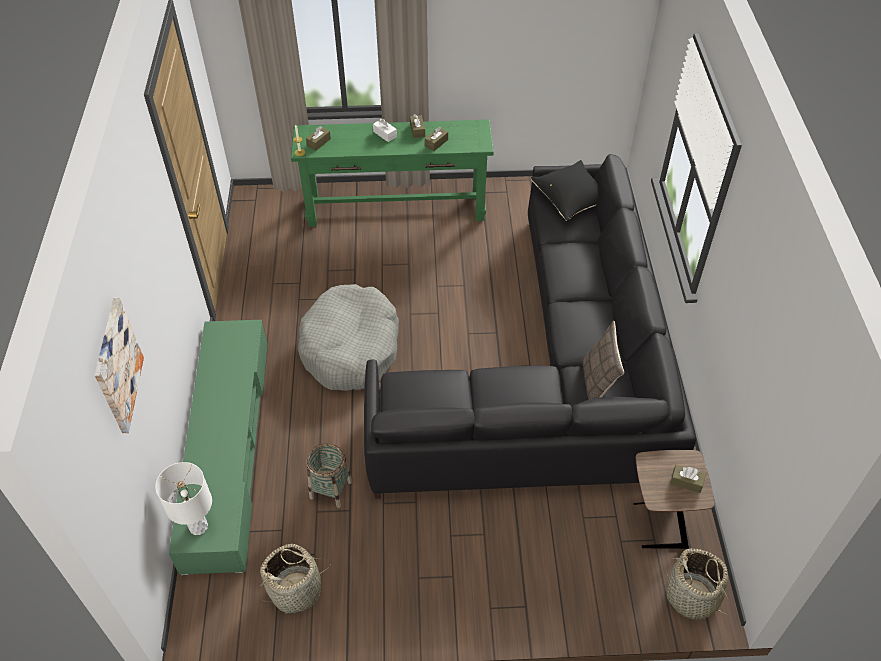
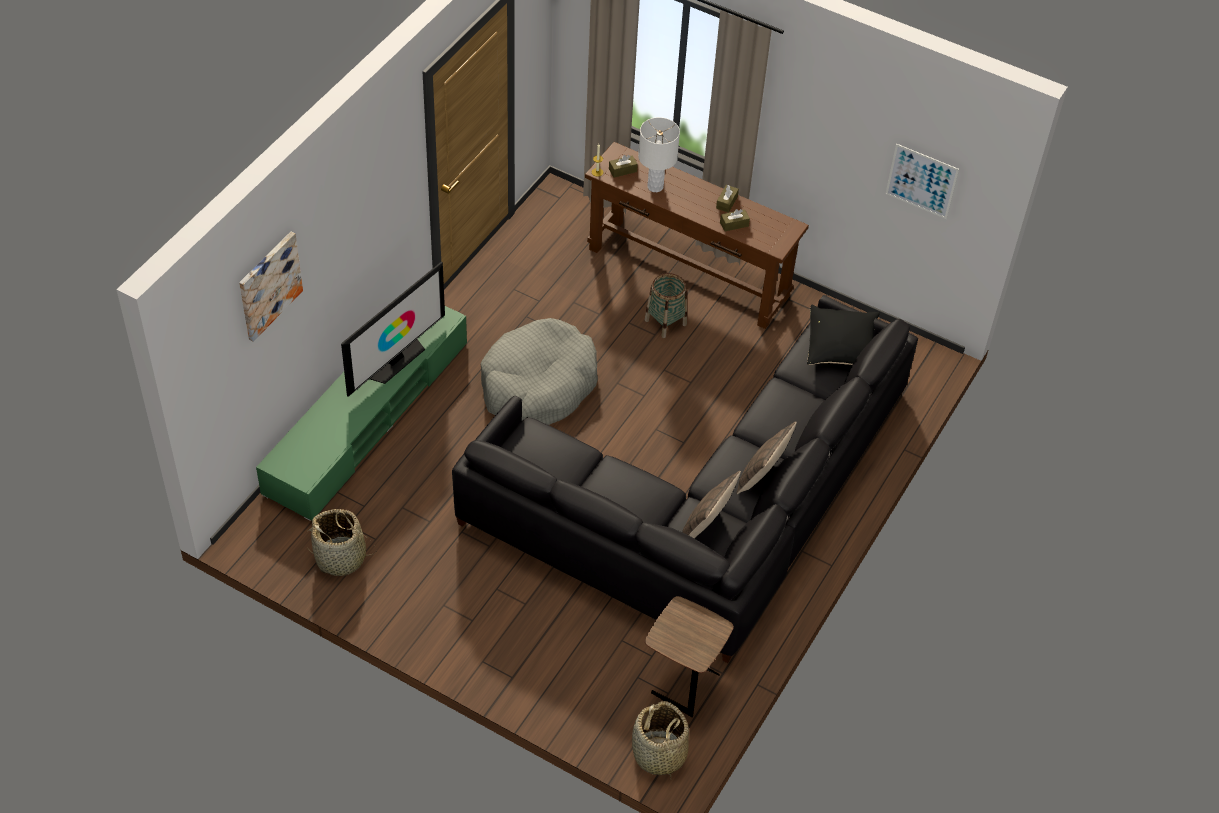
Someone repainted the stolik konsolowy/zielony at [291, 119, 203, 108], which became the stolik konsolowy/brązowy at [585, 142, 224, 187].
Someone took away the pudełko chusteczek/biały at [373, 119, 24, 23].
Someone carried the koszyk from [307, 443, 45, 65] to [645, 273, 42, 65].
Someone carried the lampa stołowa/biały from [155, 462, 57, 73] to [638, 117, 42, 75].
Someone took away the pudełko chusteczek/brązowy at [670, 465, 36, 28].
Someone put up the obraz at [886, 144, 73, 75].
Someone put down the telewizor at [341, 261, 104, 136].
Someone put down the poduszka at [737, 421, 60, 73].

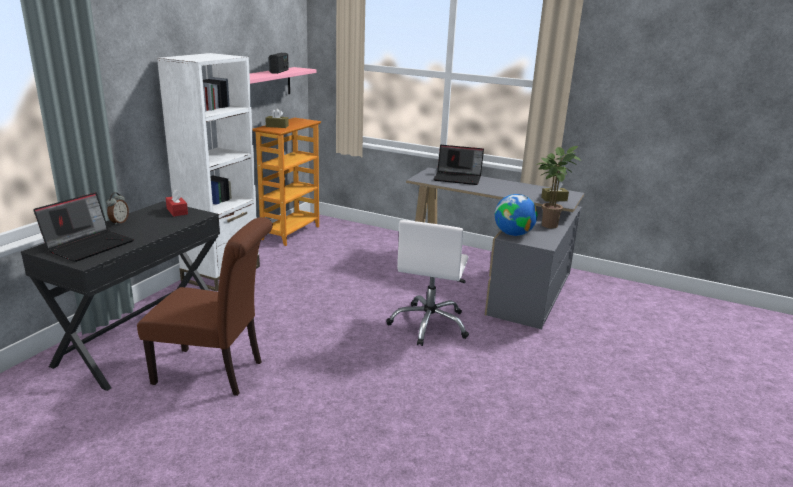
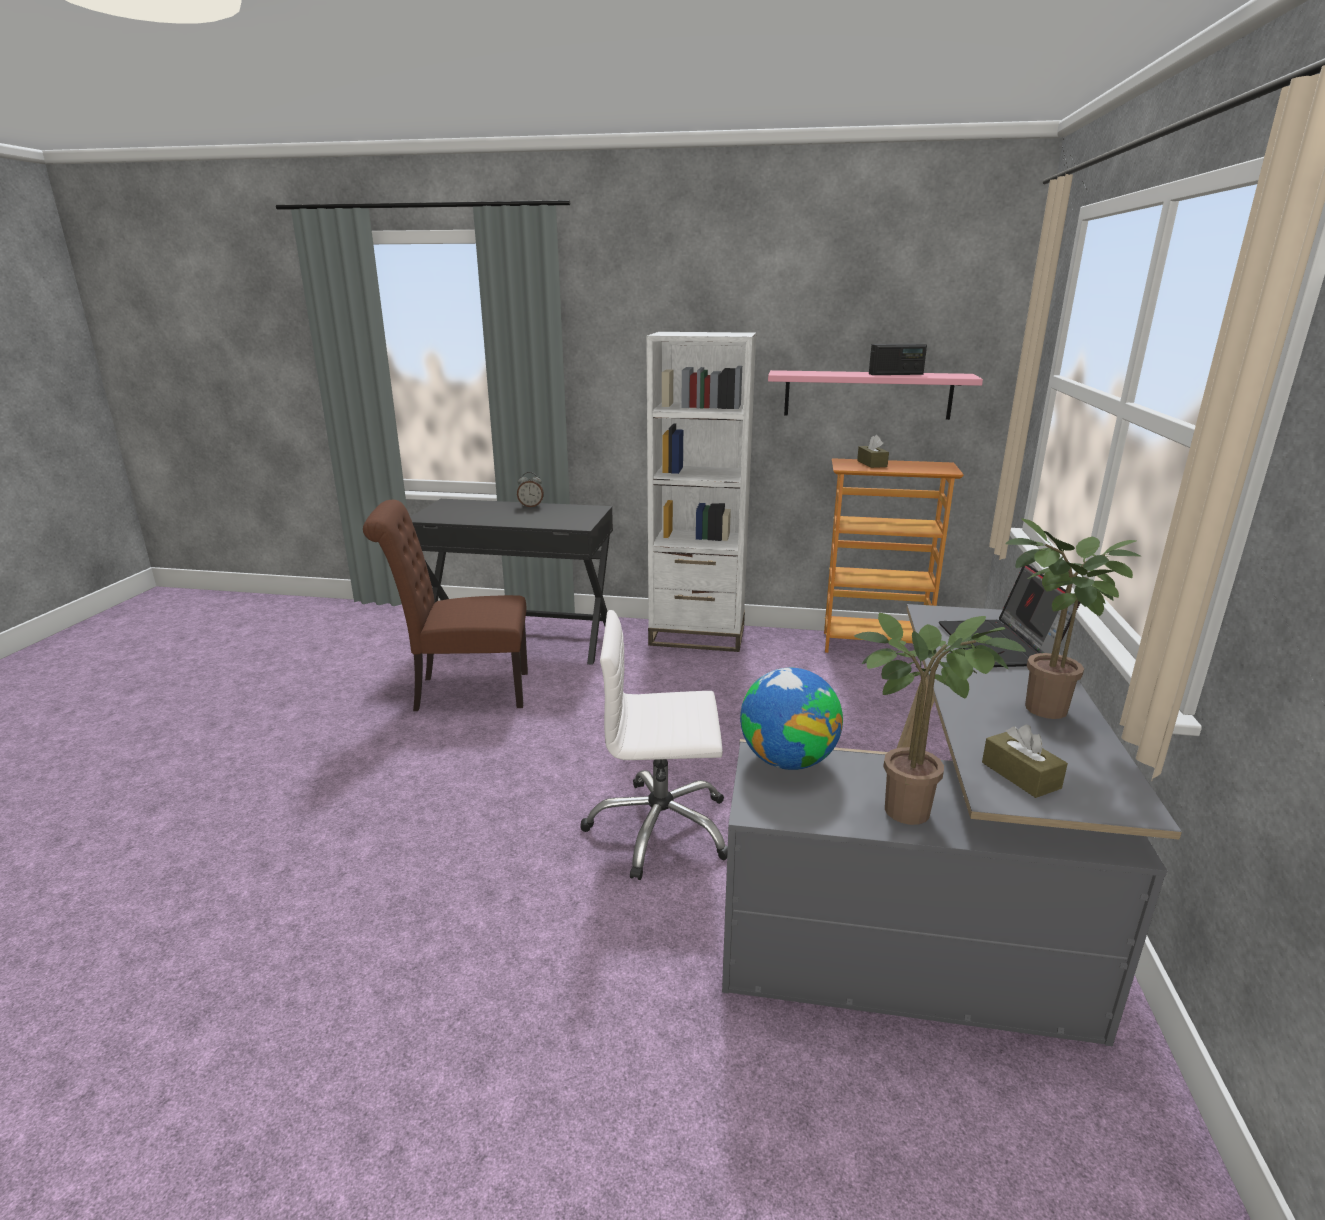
Someone took away the pudełko chusteczek/czerwony at [166, 189, 22, 28].
Someone took away the laptop at [33, 192, 101, 70].
Someone rotated the krzesło/brązowy at [137, 217, 136, 179] by 90 degrees clockwise.
Someone put down the roślina doniczkowa at [1006, 519, 135, 200].

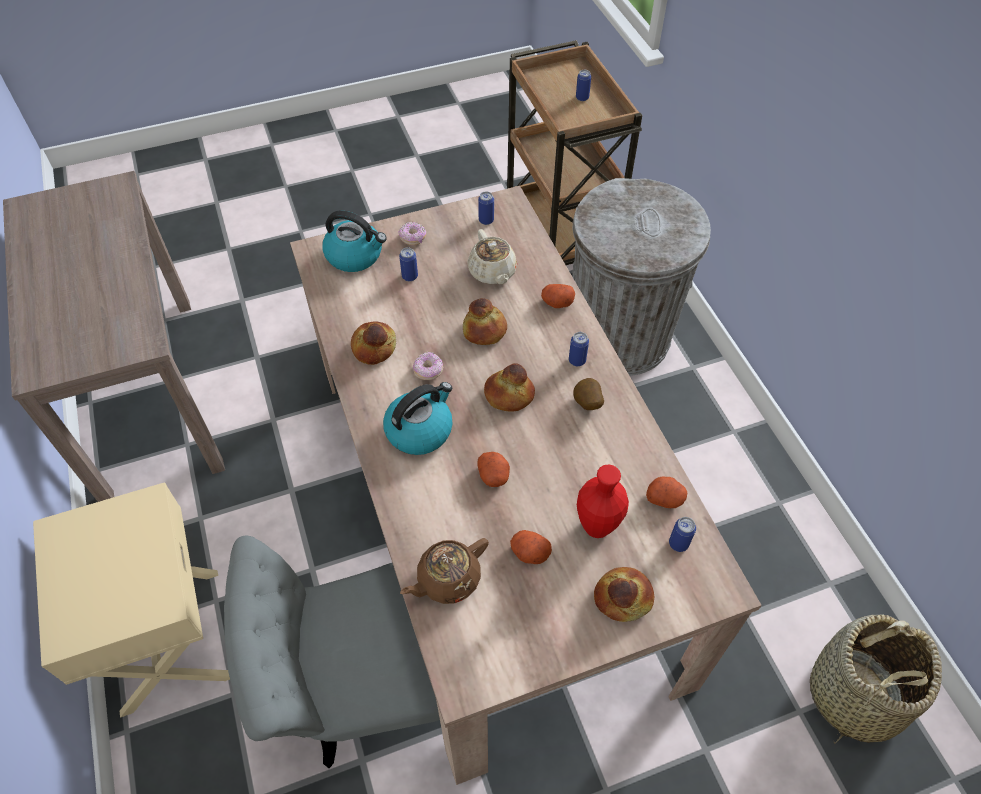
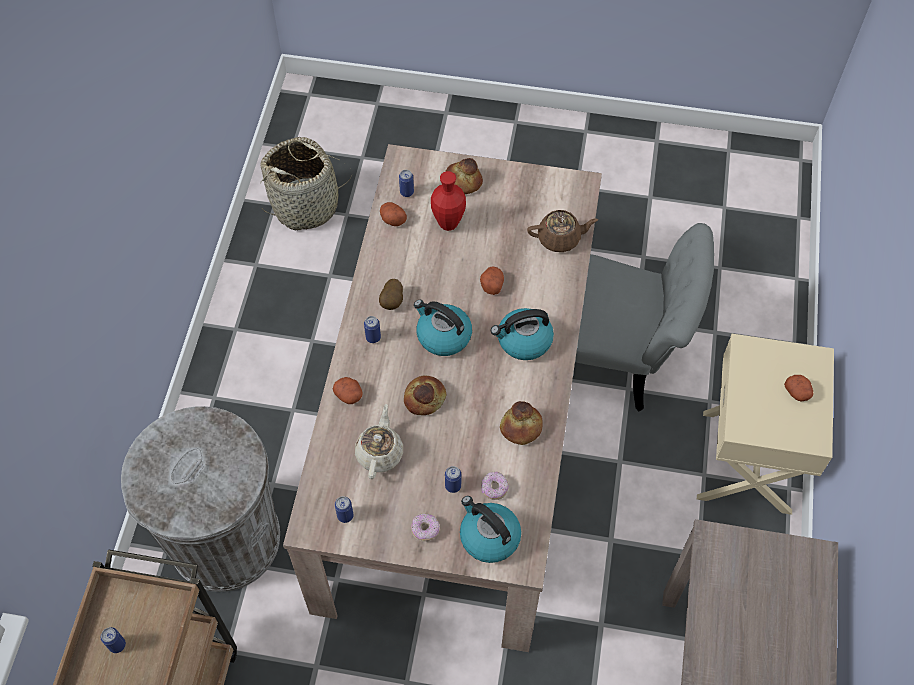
Someone carried the donut from [413, 352, 30, 28] to [481, 471, 28, 29].
Someone swapped the chleb at [484, 363, 51, 49] for the czajnik at [414, 300, 58, 56].
Someone carried the ziemniak from [510, 530, 42, 34] to [784, 375, 30, 27].

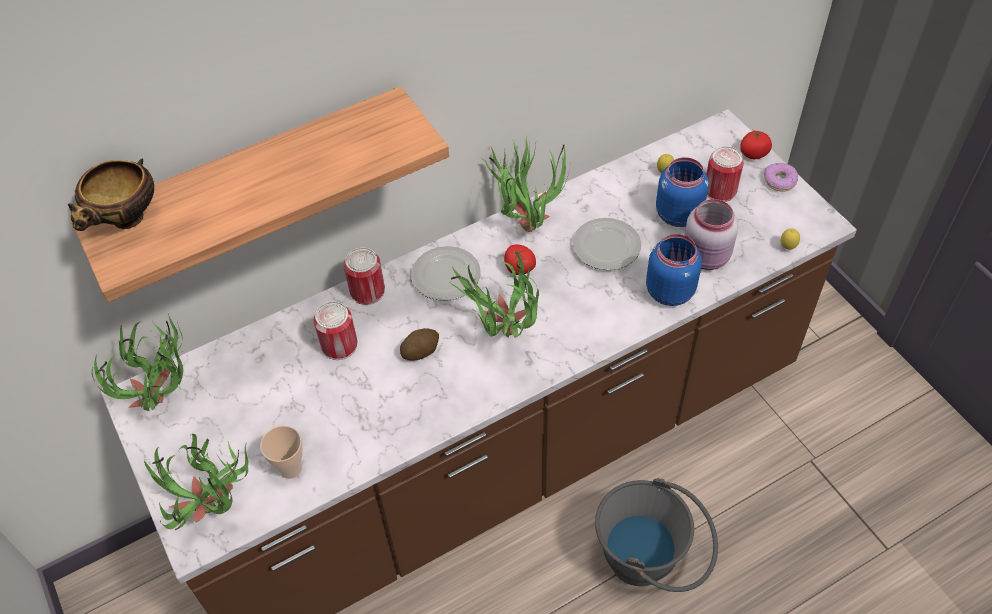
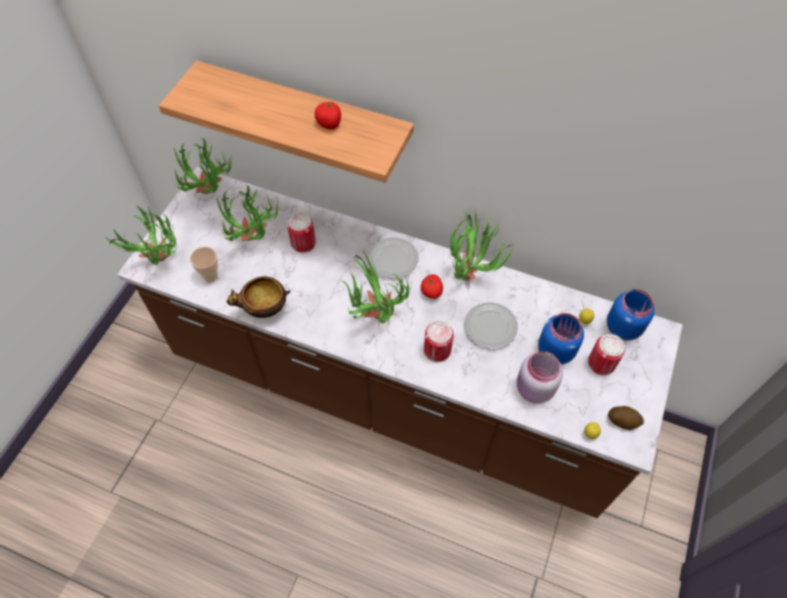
Someone carried the pomidor from [740, 129, 32, 30] to [315, 101, 26, 29].
Someone carried the miska from [68, 159, 86, 72] to [226, 277, 65, 41].
Someone took away the donut at [764, 163, 34, 29].
Someone carried the słoik/niebieski from [646, 234, 56, 72] to [607, 289, 48, 51].
Someone carried the puszka from [344, 247, 41, 58] to [424, 321, 30, 41].
Someone carried the ziemniak from [400, 328, 39, 33] to [608, 406, 36, 24].
Someone took away the wiadro/szary at [595, 478, 123, 114].
Someone put down the roślina doniczkowa at [217, 185, 61, 56].

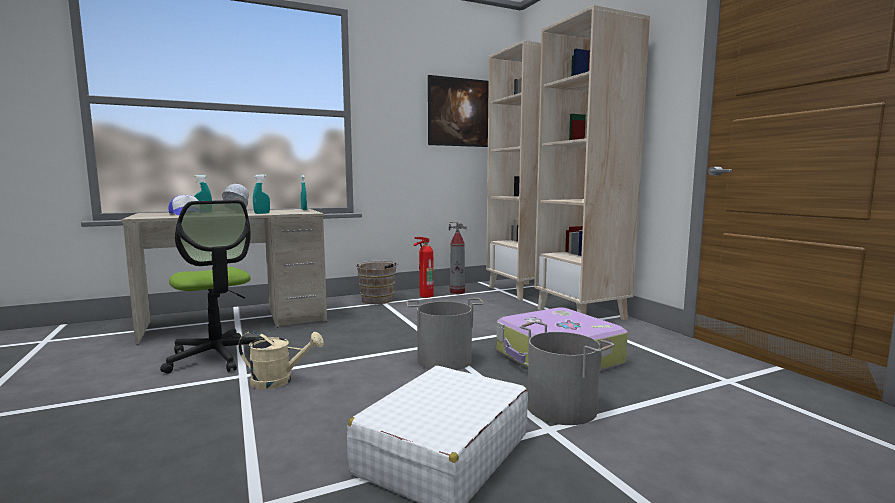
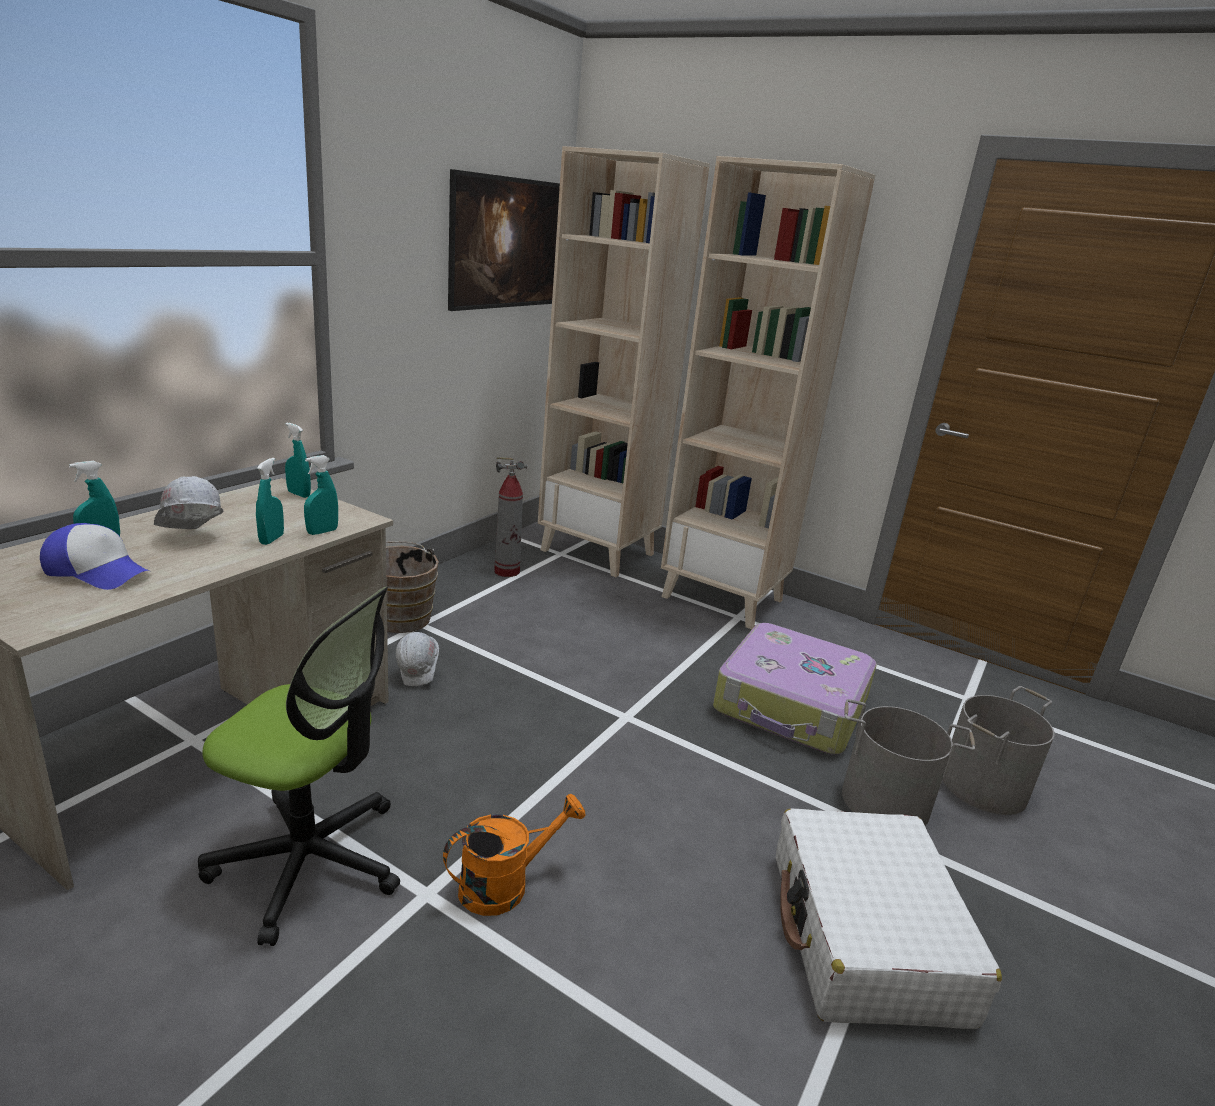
Someone took away the gaśnica at [414, 237, 20, 61].
Someone carried the wiadro/szary from [406, 298, 78, 72] to [942, 686, 112, 129].
Someone repainted the konewka/beżowy at [238, 331, 86, 58], which became the konewka/pomarańczowy at [443, 794, 143, 122].
Someone put down the spryskiwacz/turkusowy at [304, 455, 34, 80].
Someone put down the kask/biały at [396, 632, 43, 54].

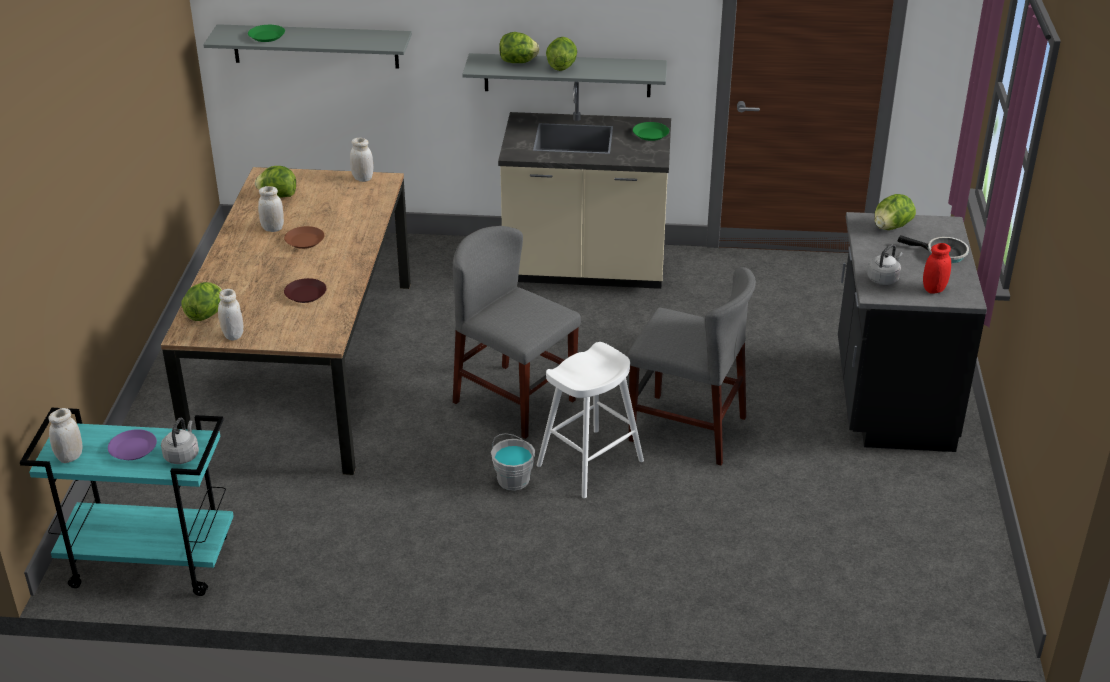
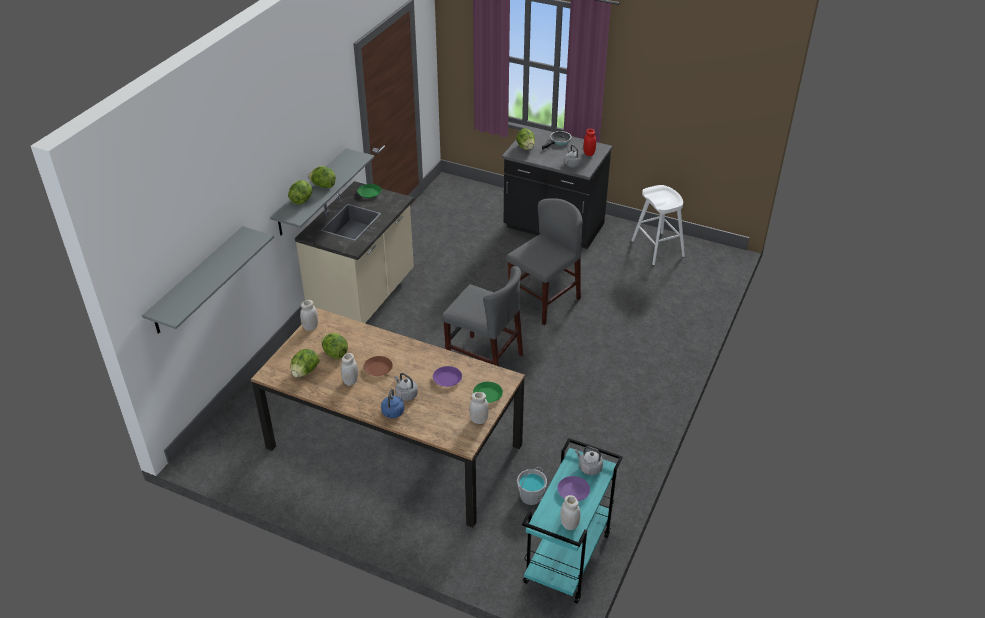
Someone carried the talerz/zielony from [248, 25, 37, 17] to [473, 382, 30, 21].
Someone rotated the krzesło/szary at [453, 226, 128, 213] by 120 degrees counterclockwise.
Someone repainted the talerz/brązowy at [284, 278, 42, 25], which became the talerz/fioletowy at [433, 366, 29, 21].
Someone carried the sałata from [181, 282, 41, 39] to [321, 333, 27, 26].
Someone carried the stołek/biały from [537, 342, 107, 156] to [631, 185, 54, 80].
Someone carried the wiadro/szary from [491, 433, 44, 58] to [517, 467, 30, 38].
Someone put down the czajnik/szary at [394, 373, 24, 28].
Someone put down the czajnik/niebieski at [381, 389, 23, 29].

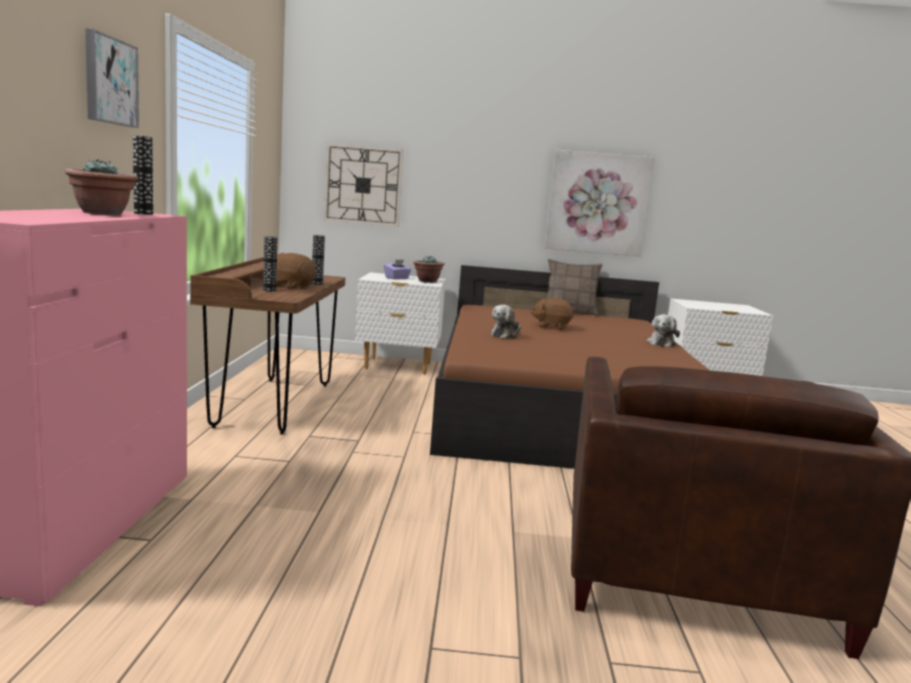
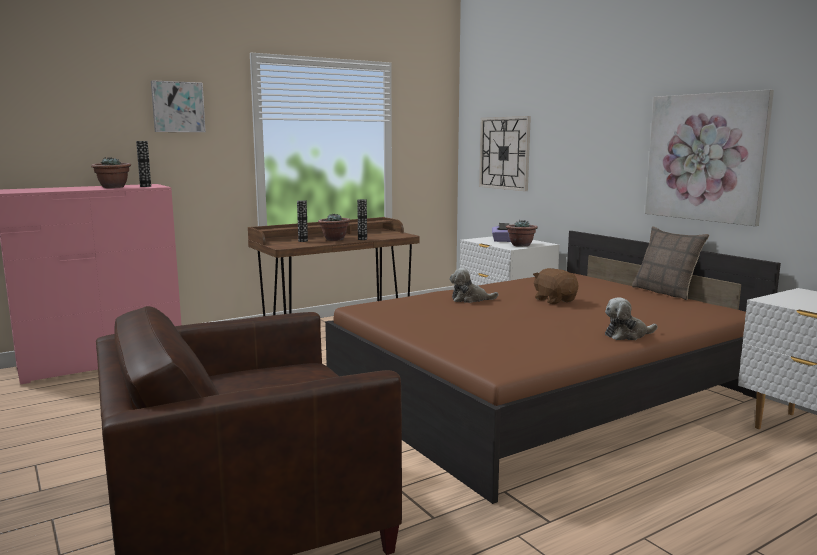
Someone swapped the pluszak/brązowy at [276, 253, 39, 36] for the roślina doniczkowa at [318, 214, 32, 27].

